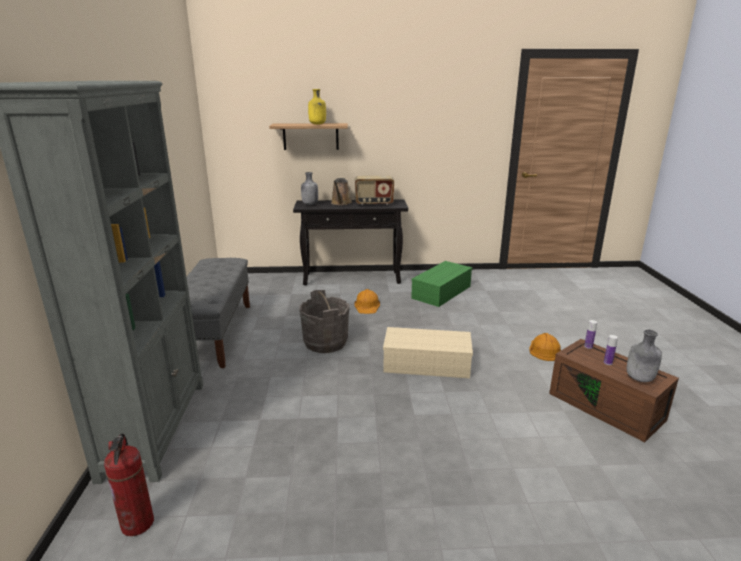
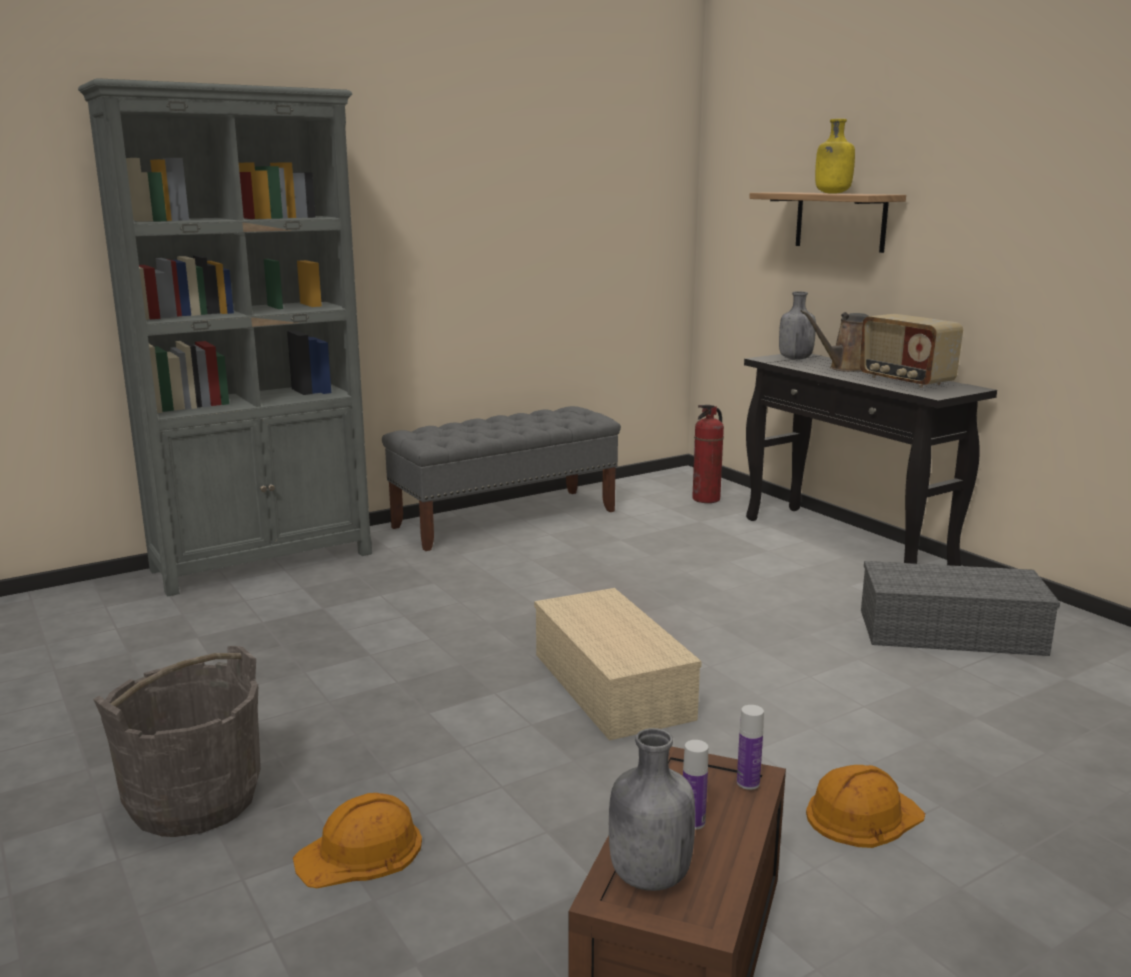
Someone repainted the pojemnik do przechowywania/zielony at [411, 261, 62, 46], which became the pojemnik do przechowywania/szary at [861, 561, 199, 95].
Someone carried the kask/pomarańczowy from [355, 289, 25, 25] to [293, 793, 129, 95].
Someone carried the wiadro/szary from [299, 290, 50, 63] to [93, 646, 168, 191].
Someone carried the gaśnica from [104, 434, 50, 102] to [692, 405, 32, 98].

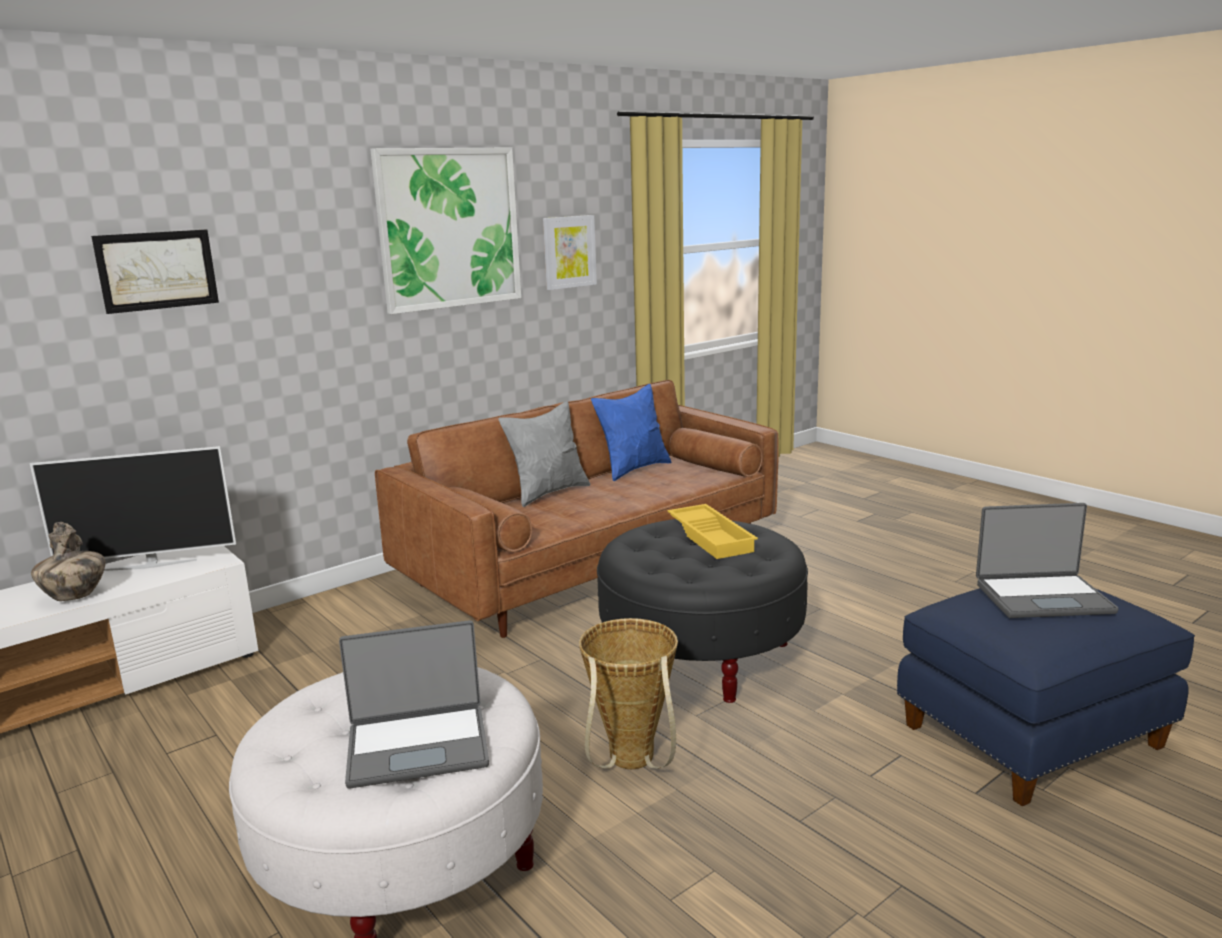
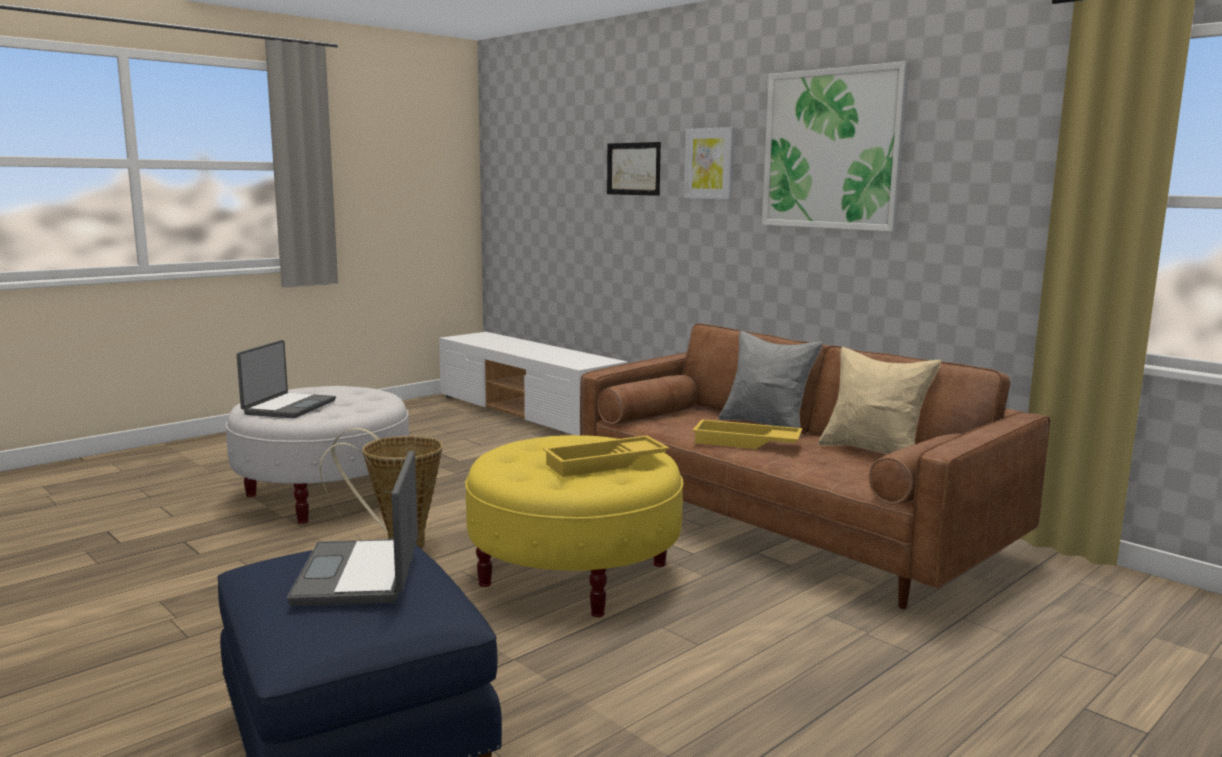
Someone carried the obraz from [543, 215, 54, 75] to [684, 127, 51, 72].
Someone repainted the poduszka/niebieski at [591, 384, 80, 97], which became the poduszka/beżowy at [818, 347, 123, 107].
Someone took away the telewizor at [30, 446, 206, 125].
Someone repainted the pufa/czarny at [597, 519, 211, 184], which became the pufa/żółty at [465, 435, 218, 182].
Someone took away the wazon at [31, 522, 75, 79].
Someone rotated the laptop at [339, 620, 150, 169] by 150 degrees counterclockwise.
Someone put down the taca/żółty at [693, 419, 109, 30].

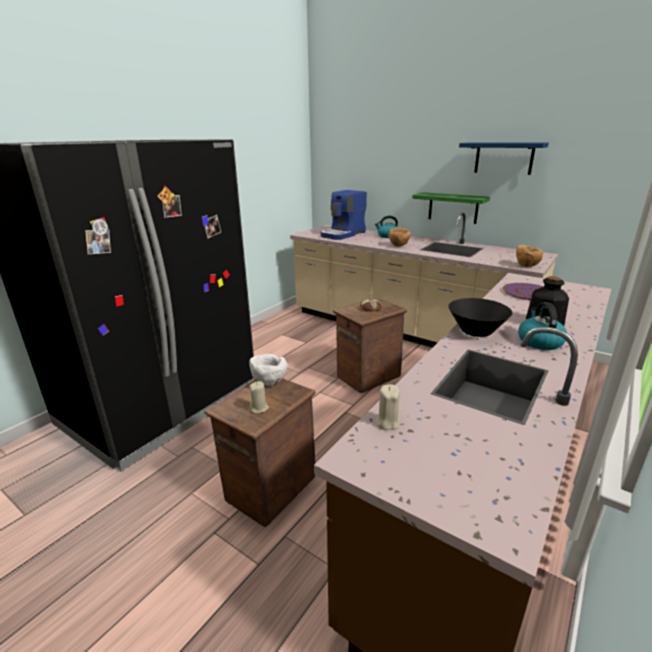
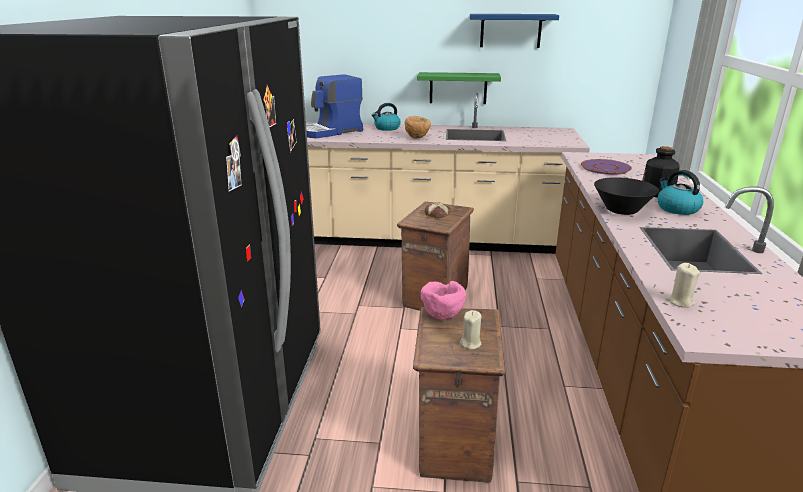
Someone rotated the ekspres do kawy at [321, 190, 46, 50] by 45 degrees clockwise.
Someone took away the miska/brązowy at [516, 245, 27, 22].
Someone repainted the miska/biały at [249, 353, 39, 33], which became the miska/różowy at [421, 281, 45, 39].

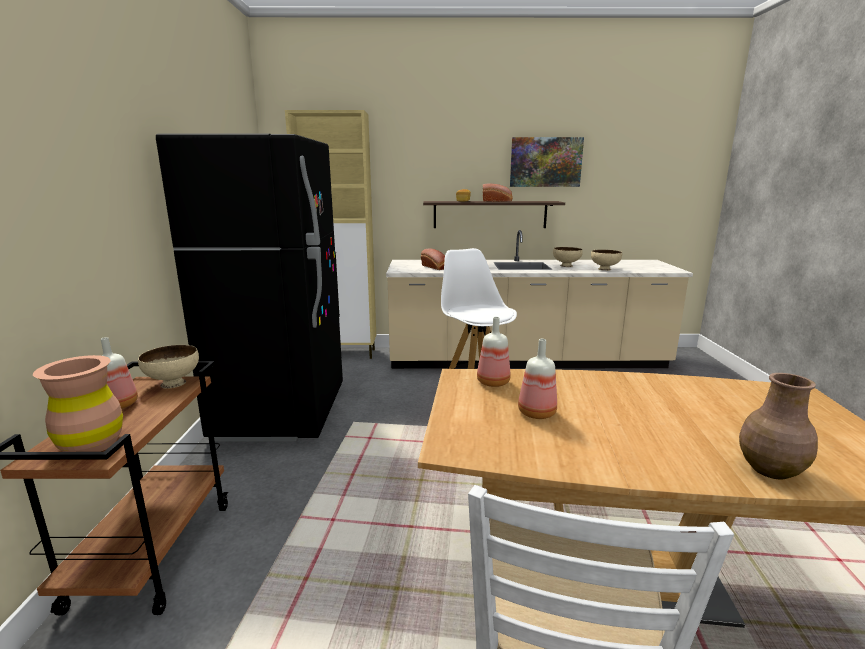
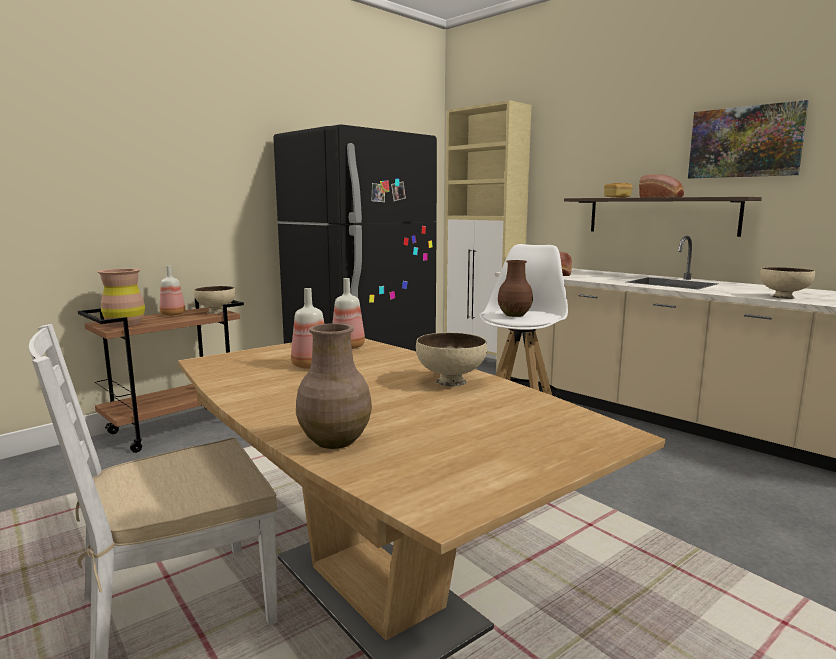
Someone carried the miska/beżowy from [553, 247, 30, 20] to [416, 333, 71, 54].
Someone put down the wazon/brązowy at [498, 260, 35, 57].

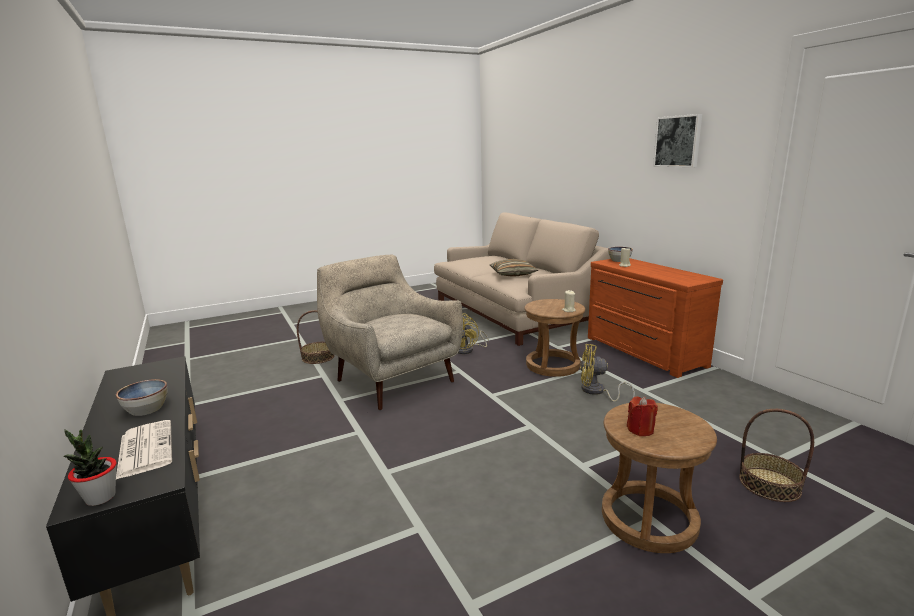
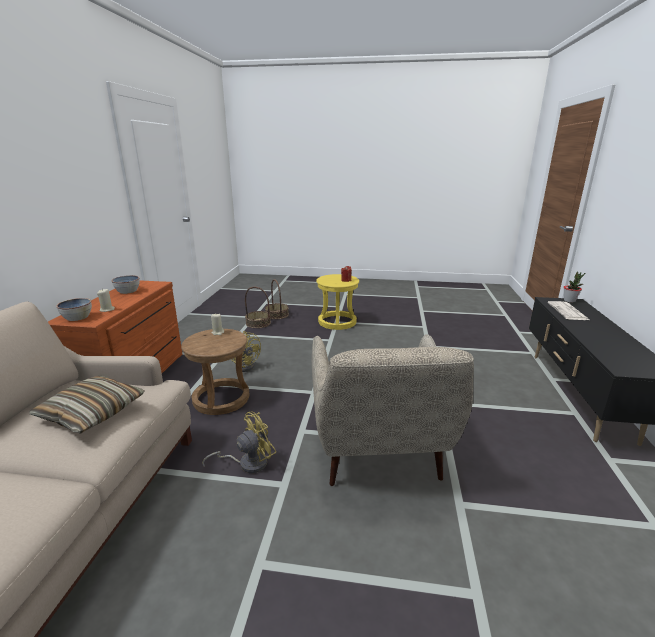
Someone took away the obraz at [653, 114, 49, 53].
Someone carried the koszyk from [297, 310, 38, 54] to [245, 287, 26, 41].
Someone carried the miska from [116, 379, 51, 37] to [111, 275, 29, 19].
Someone repainted the stołek/brązowy at [602, 403, 115, 150], which became the stołek/żółty at [316, 274, 43, 56].

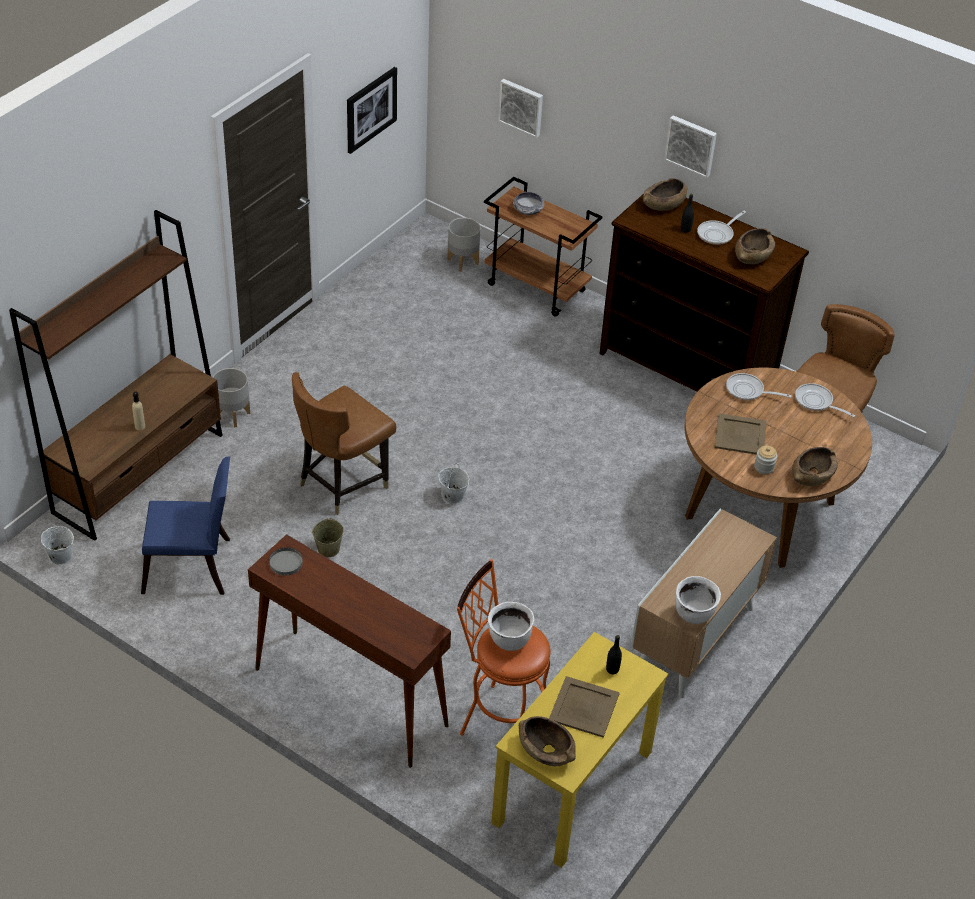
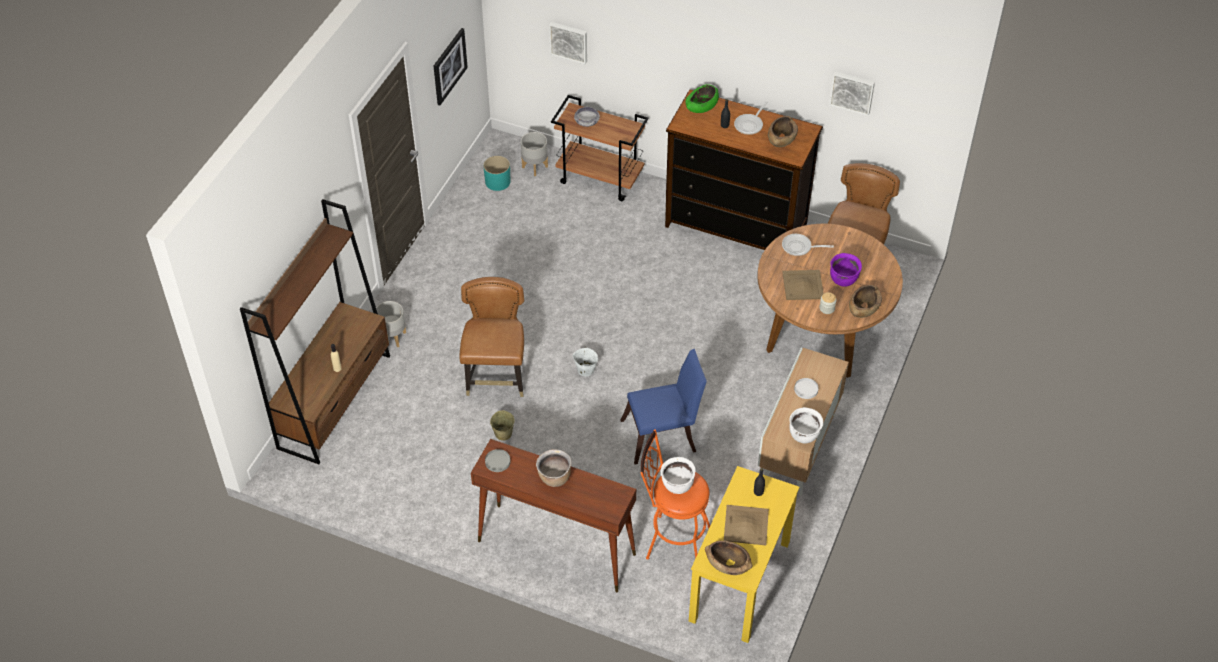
Someone carried the obraz from [664, 115, 53, 63] to [829, 71, 46, 45].
Someone repainted the miska/brązowy at [643, 178, 45, 33], which became the miska/zielony at [686, 84, 33, 29].
Someone rotated the krzesło/brązowy at [292, 372, 104, 143] by 150 degrees clockwise.
Someone took away the patelnia at [795, 383, 61, 34].
Someone carried the krzesło/niebieski from [141, 456, 89, 139] to [620, 349, 87, 115].
Someone took away the wiadro/biały at [41, 523, 33, 42].
Someone put down the donica/turkusowy at [483, 156, 27, 35].
Someone put down the garnek/fioletowy at [830, 253, 32, 34].
Someone put down the talerz/biały at [794, 378, 25, 21].
Someone put down the garnek/brązowy at [536, 449, 36, 38].

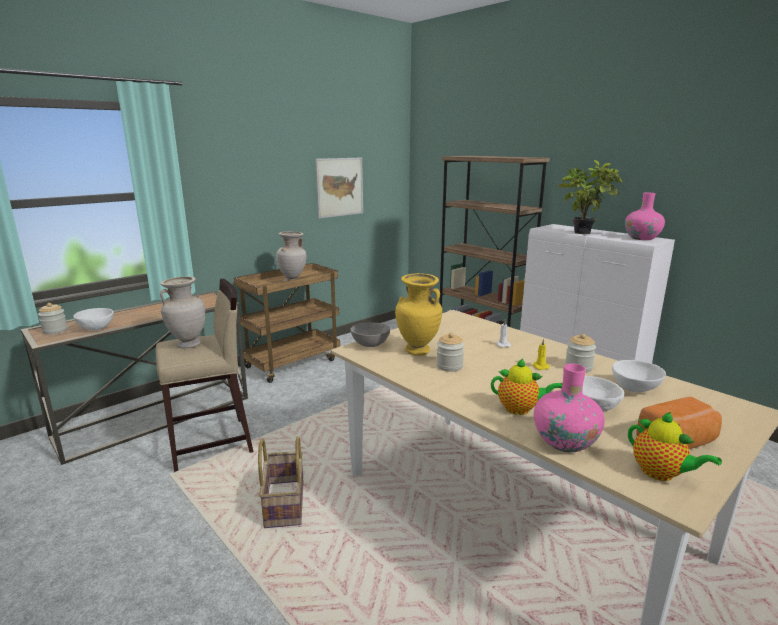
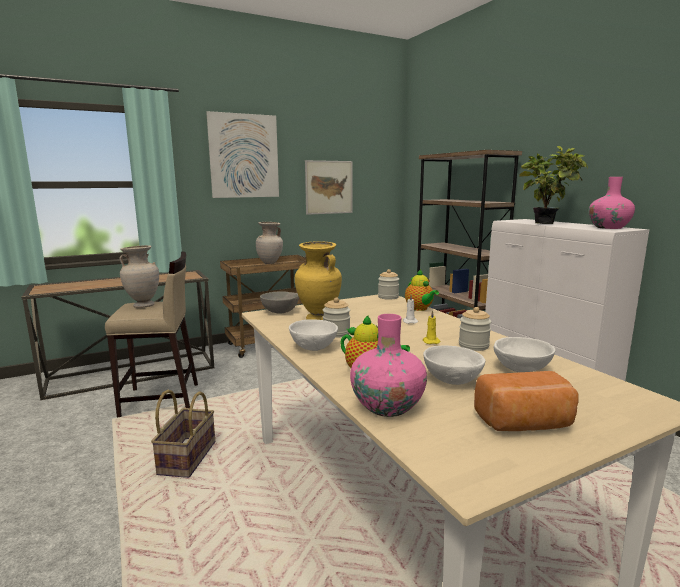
Someone carried the słoik from [38, 303, 30, 32] to [378, 269, 21, 31].
Someone carried the miska/biały from [73, 308, 41, 22] to [289, 319, 49, 32].
Someone carried the imbryk from [628, 412, 94, 69] to [405, 269, 34, 42].
Someone put up the obraz at [206, 111, 73, 87].

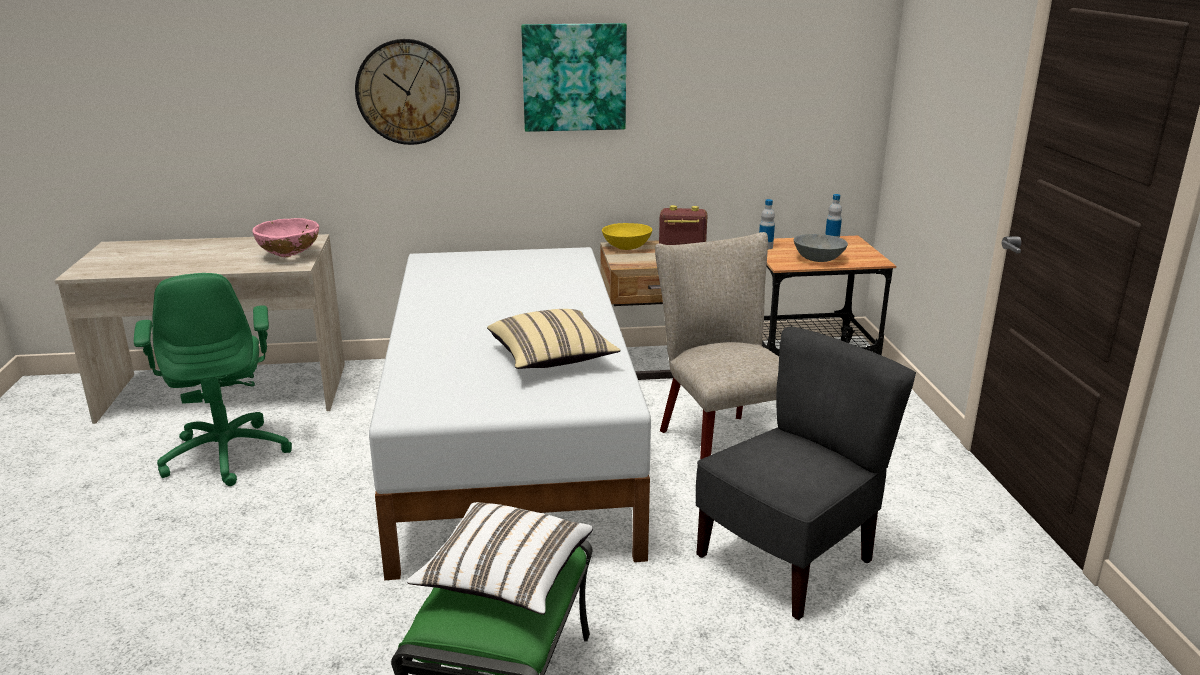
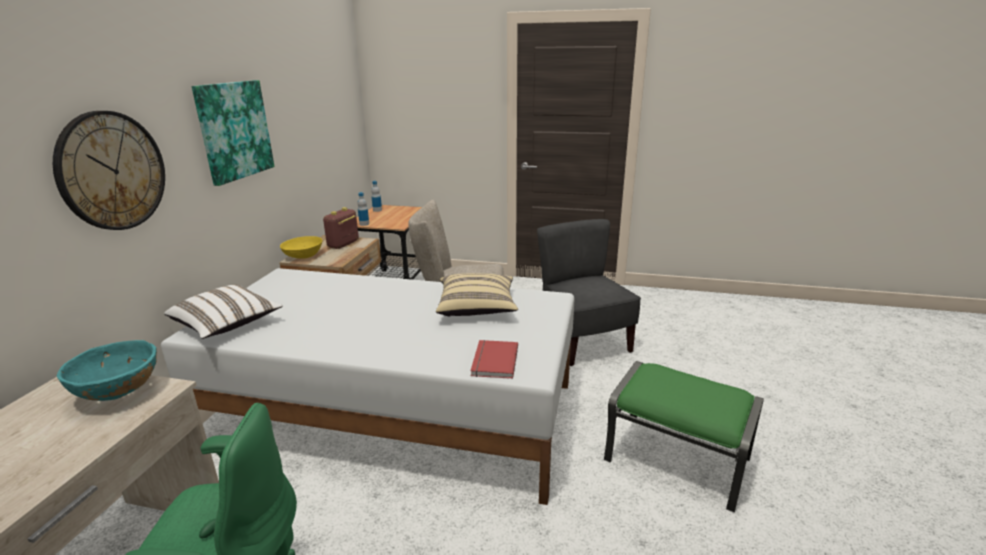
Someone repainted the miska/różowy at [252, 218, 67, 39], which became the miska/turkusowy at [57, 340, 100, 61].
Someone took away the miska/szary at [794, 234, 54, 28].
Someone carried the poduszka/biały from [407, 502, 186, 113] to [164, 285, 119, 54].
Someone put down the książka/czerwony at [470, 340, 48, 39].

